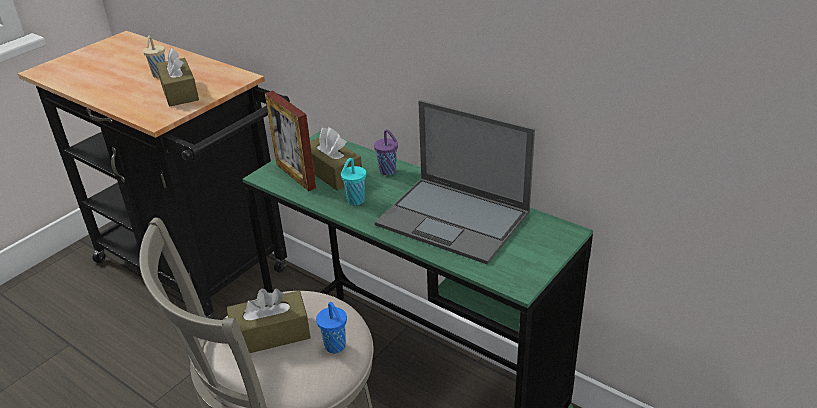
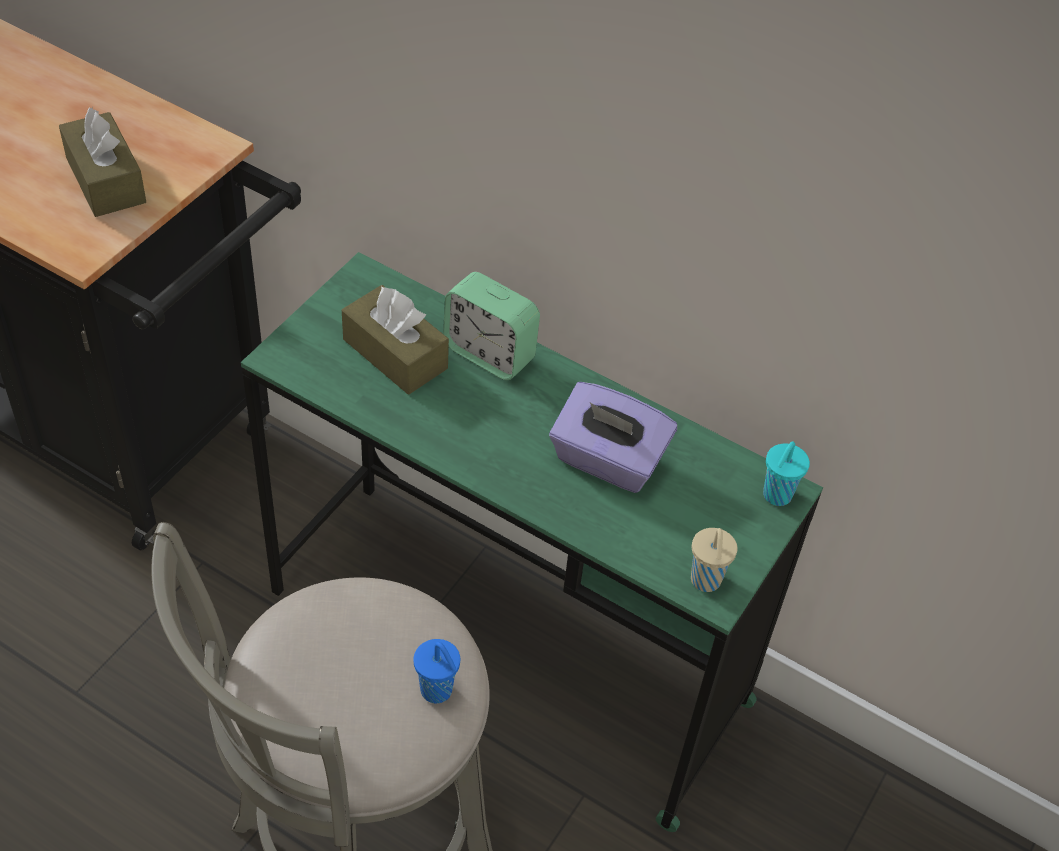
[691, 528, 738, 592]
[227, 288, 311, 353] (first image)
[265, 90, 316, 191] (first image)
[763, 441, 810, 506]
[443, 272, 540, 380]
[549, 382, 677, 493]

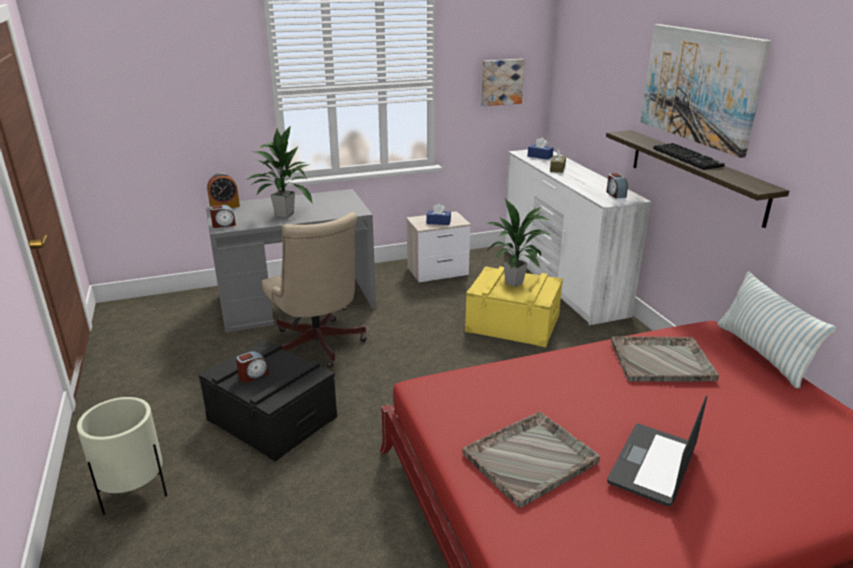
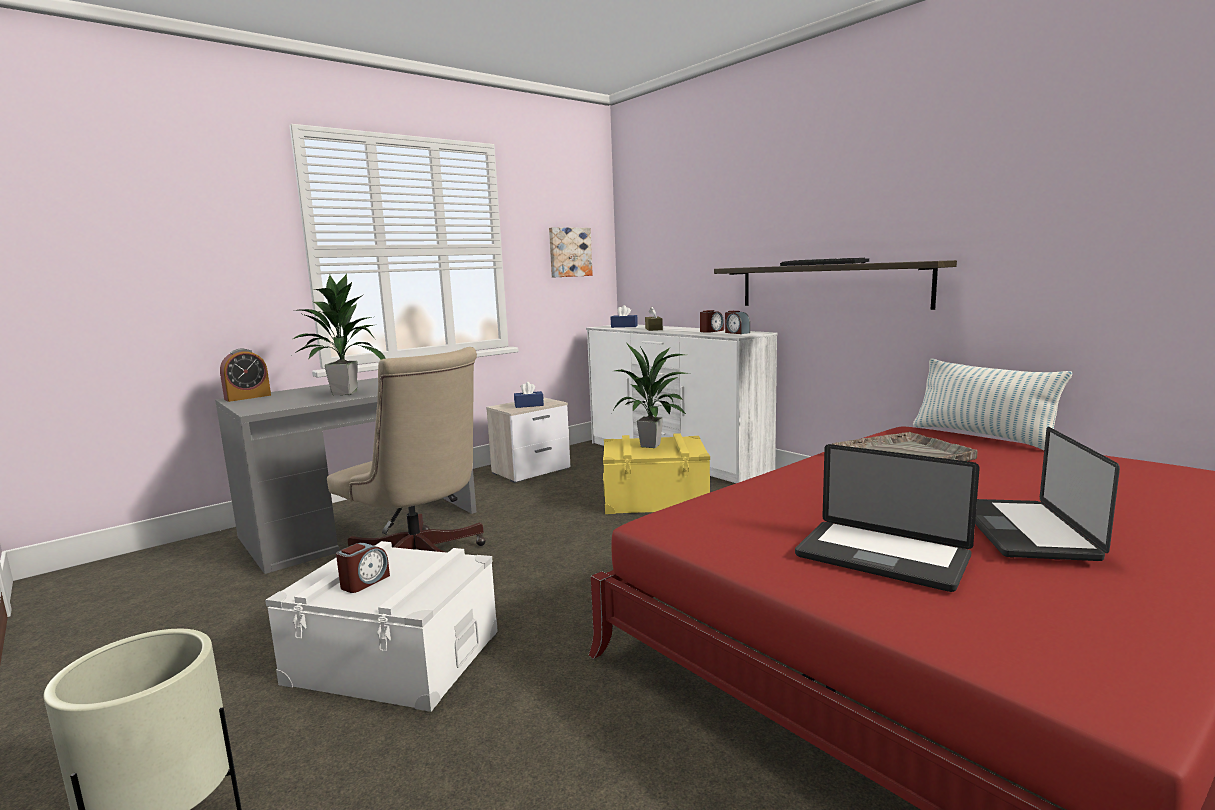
[265, 541, 498, 712]
[700, 310, 724, 333]
[795, 444, 980, 592]
[640, 24, 771, 158] (first image)

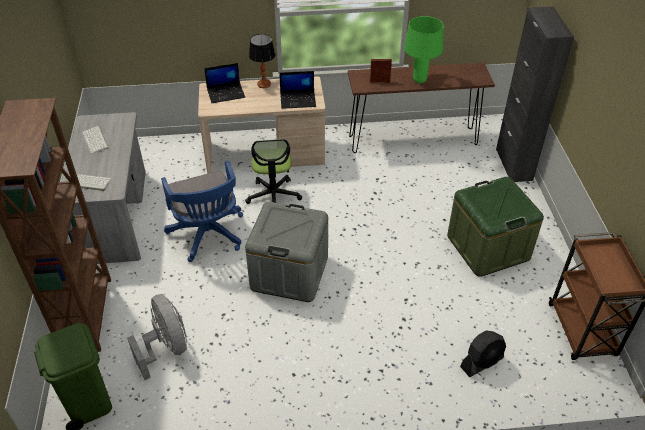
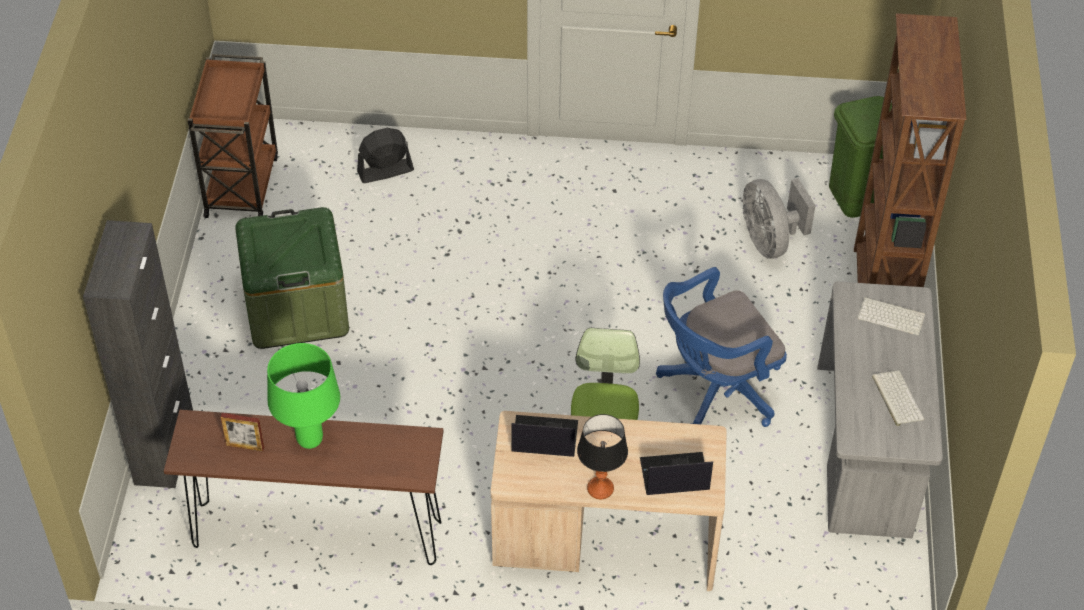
[656, 267, 787, 427]
[245, 202, 328, 302] (first image)
[220, 413, 264, 452]

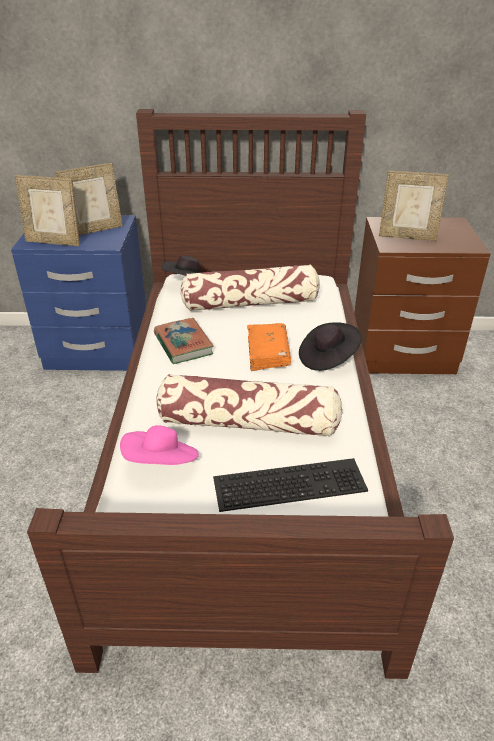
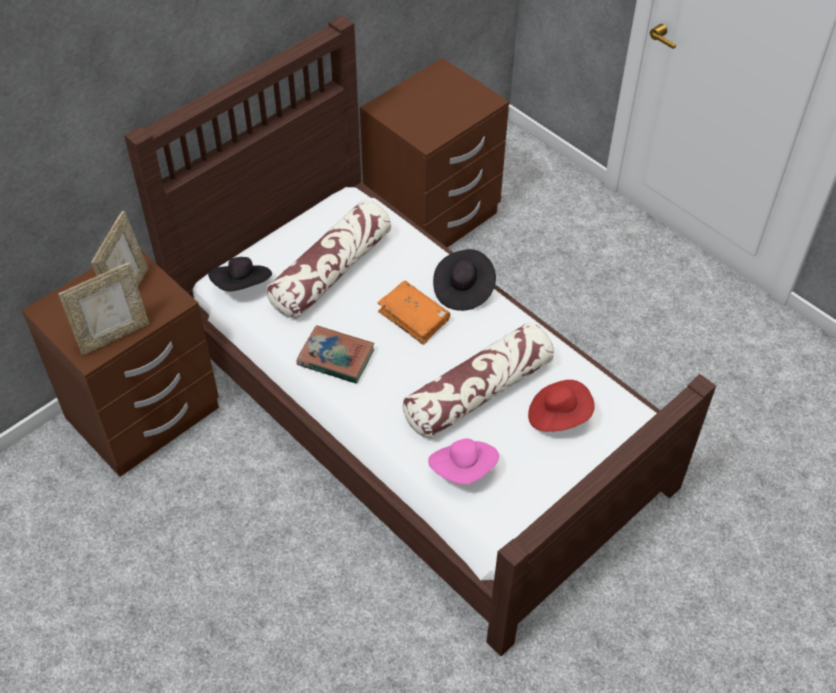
[22, 250, 219, 477]
[528, 380, 595, 432]
[379, 171, 449, 241] (first image)

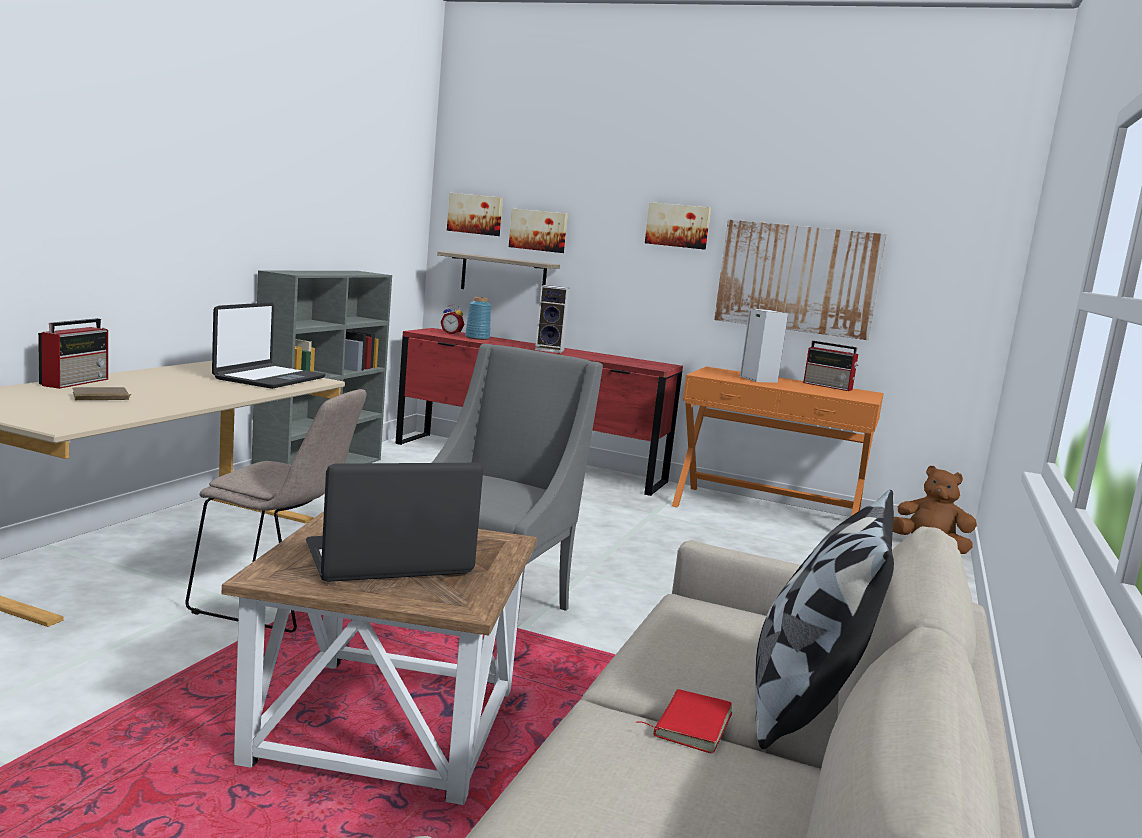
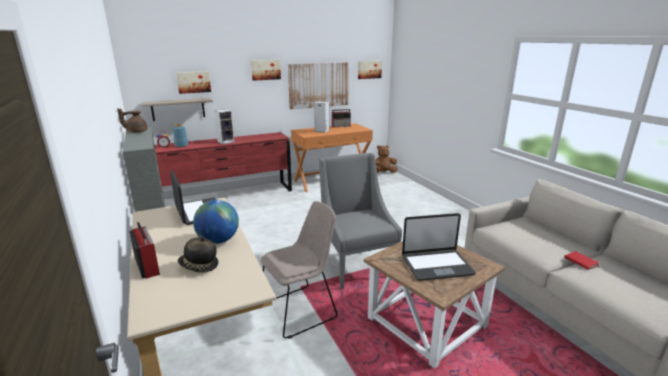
[178, 237, 218, 273]
[402, 213, 476, 281]
[358, 61, 382, 79]
[755, 490, 894, 749] (first image)
[117, 108, 147, 133]
[193, 200, 239, 244]

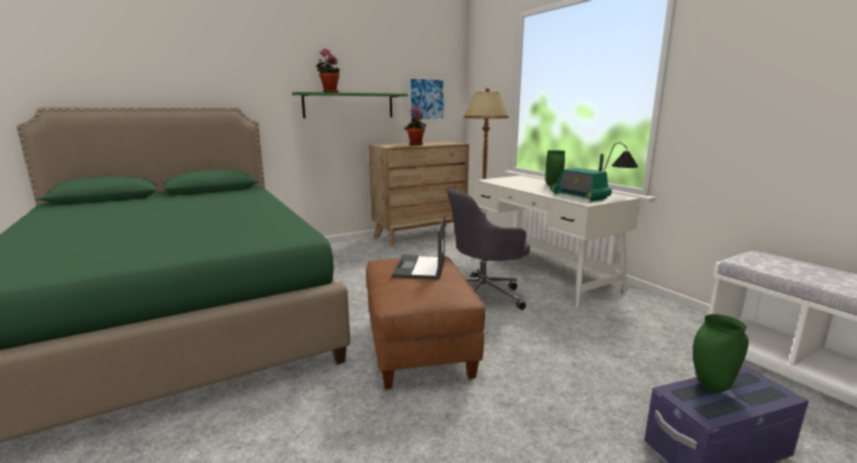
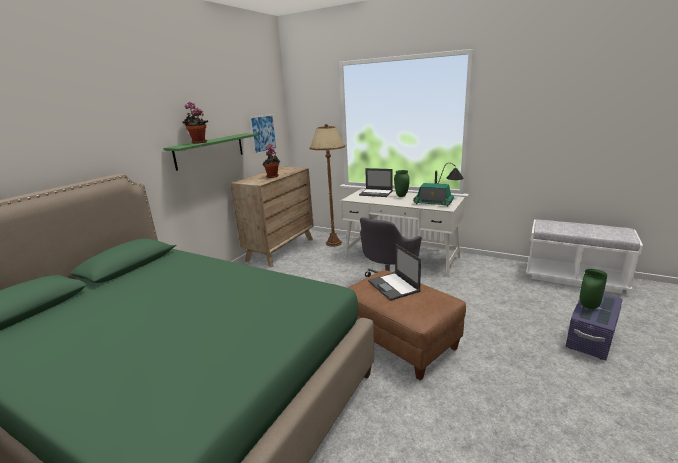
[359, 168, 393, 197]

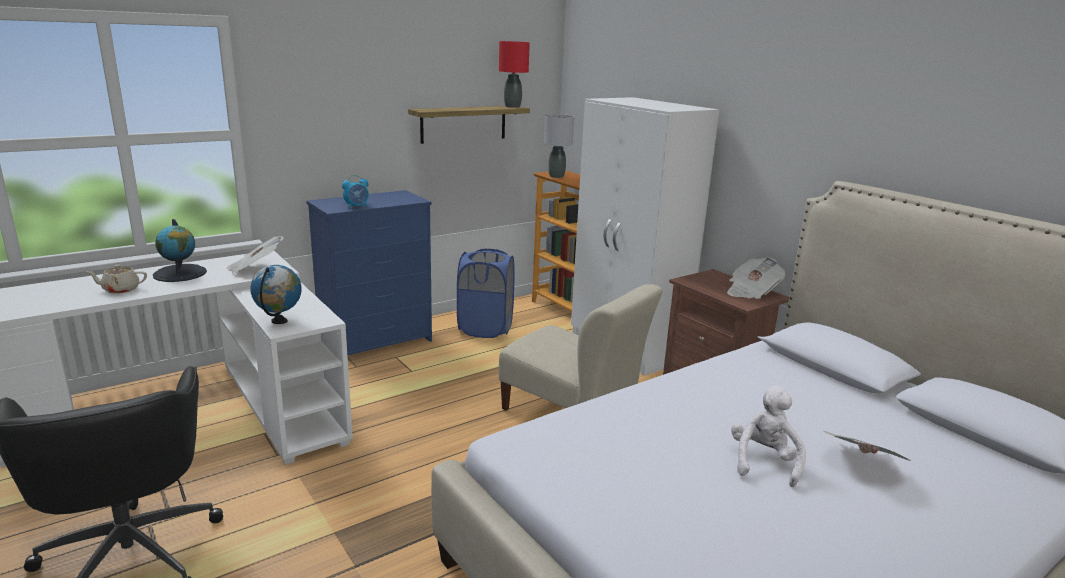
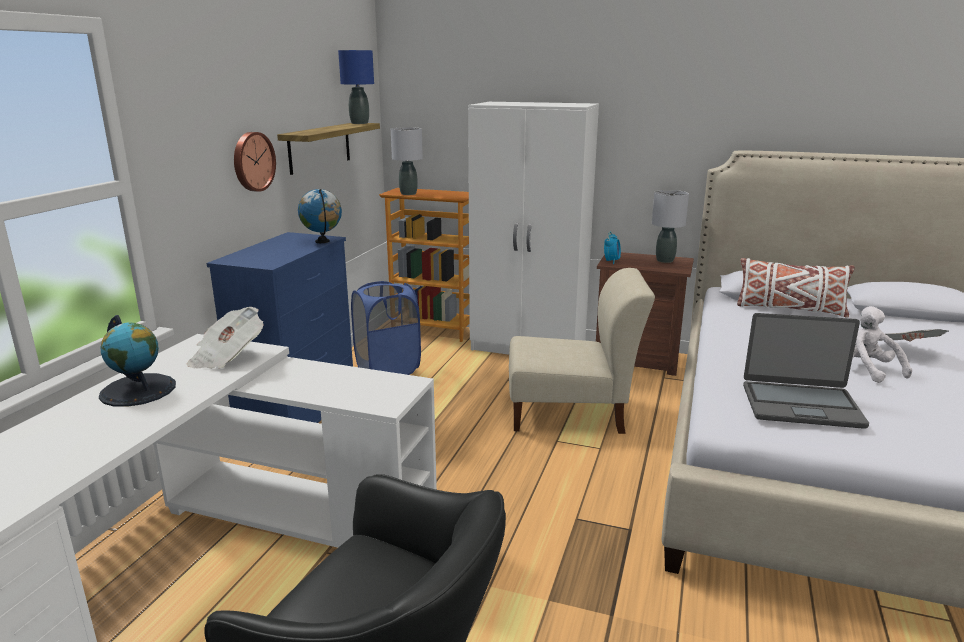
[86, 264, 147, 294] (first image)
[298, 189, 342, 243]
[604, 232, 621, 264]
[338, 50, 374, 124]
[652, 190, 689, 263]
[234, 132, 276, 192]
[737, 258, 854, 317]
[743, 313, 869, 429]

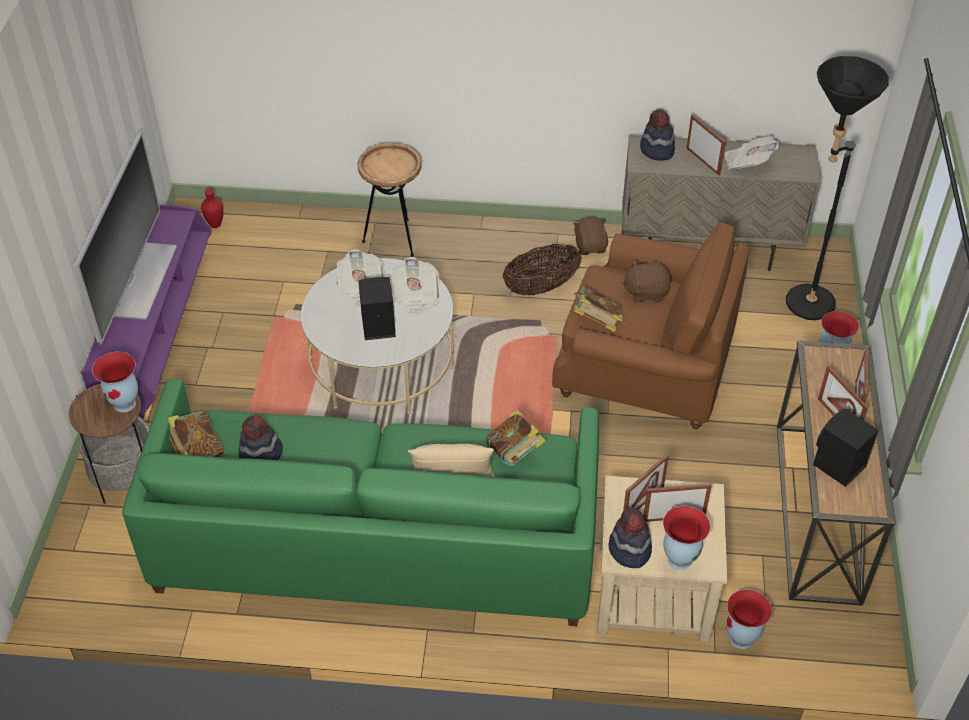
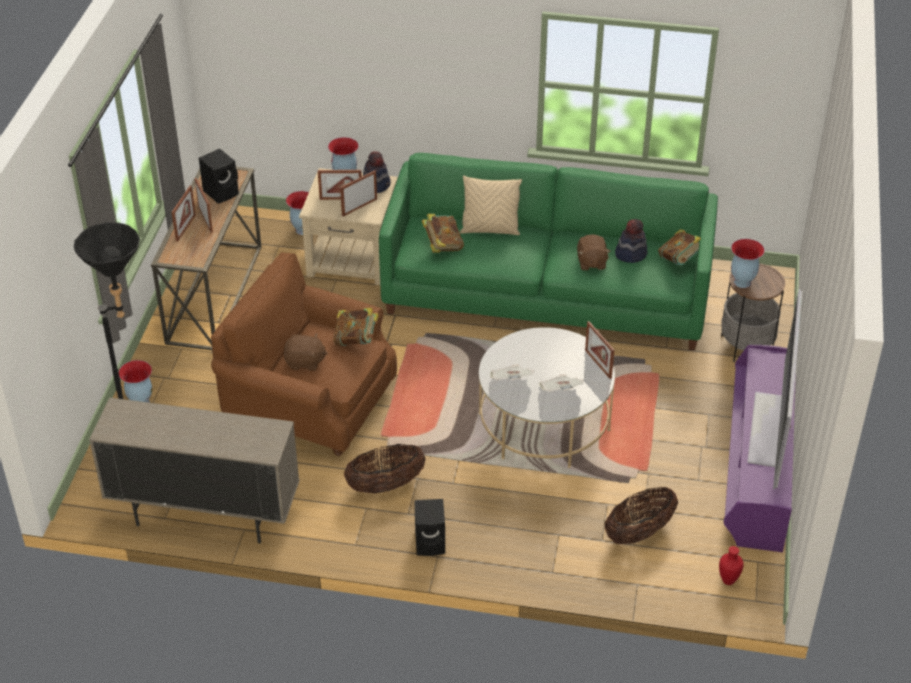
[358, 143, 421, 257] (first image)
[414, 499, 445, 556]
[577, 234, 610, 270]
[640, 109, 675, 161] (first image)
[585, 321, 614, 379]
[724, 136, 779, 170] (first image)
[604, 487, 678, 544]

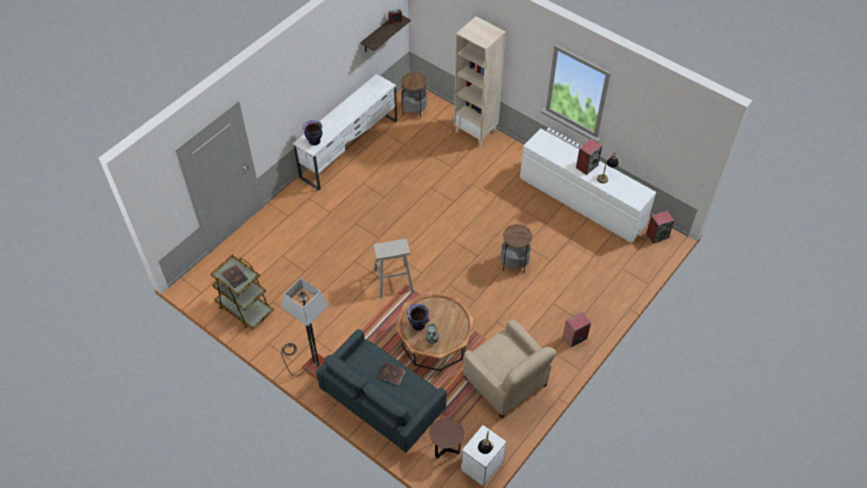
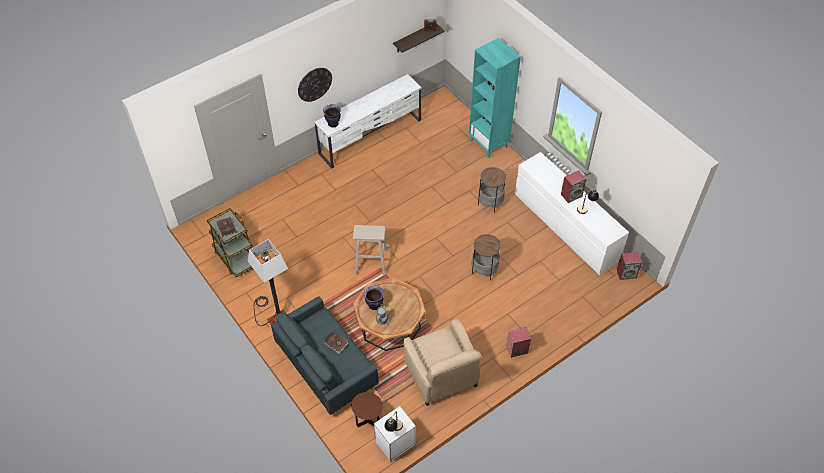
[478, 167, 506, 213]
[469, 38, 521, 158]
[298, 68, 332, 102]

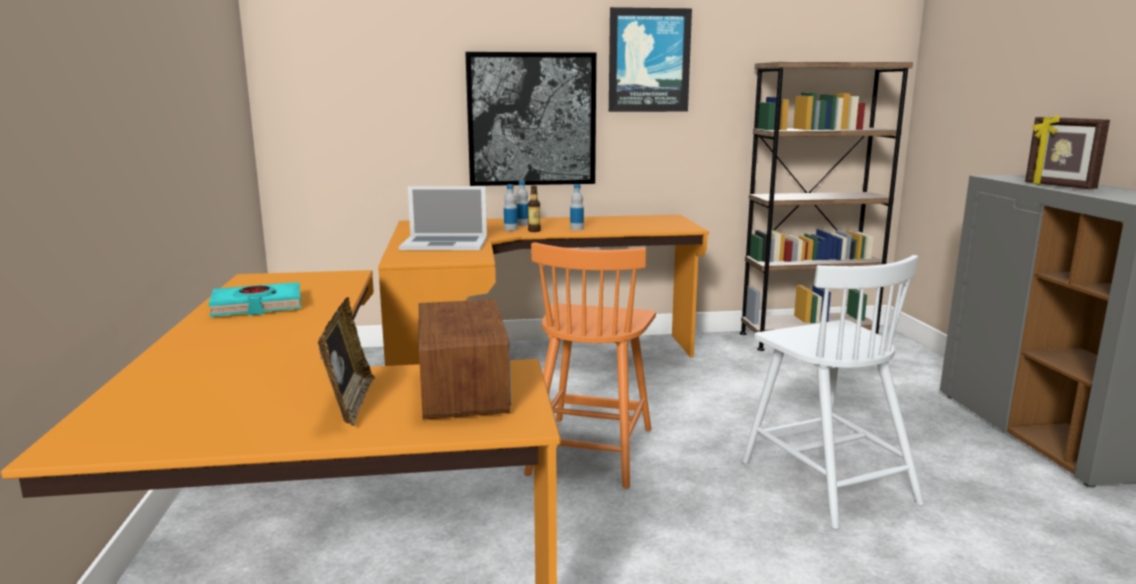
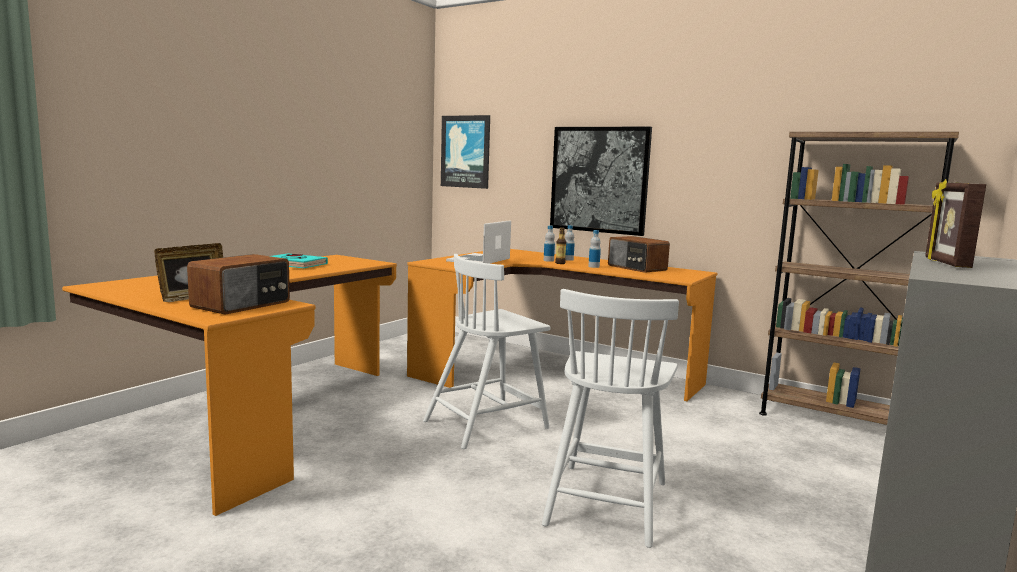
[446, 220, 511, 264]
[423, 254, 550, 449]
[441, 115, 490, 189]
[608, 236, 670, 273]

